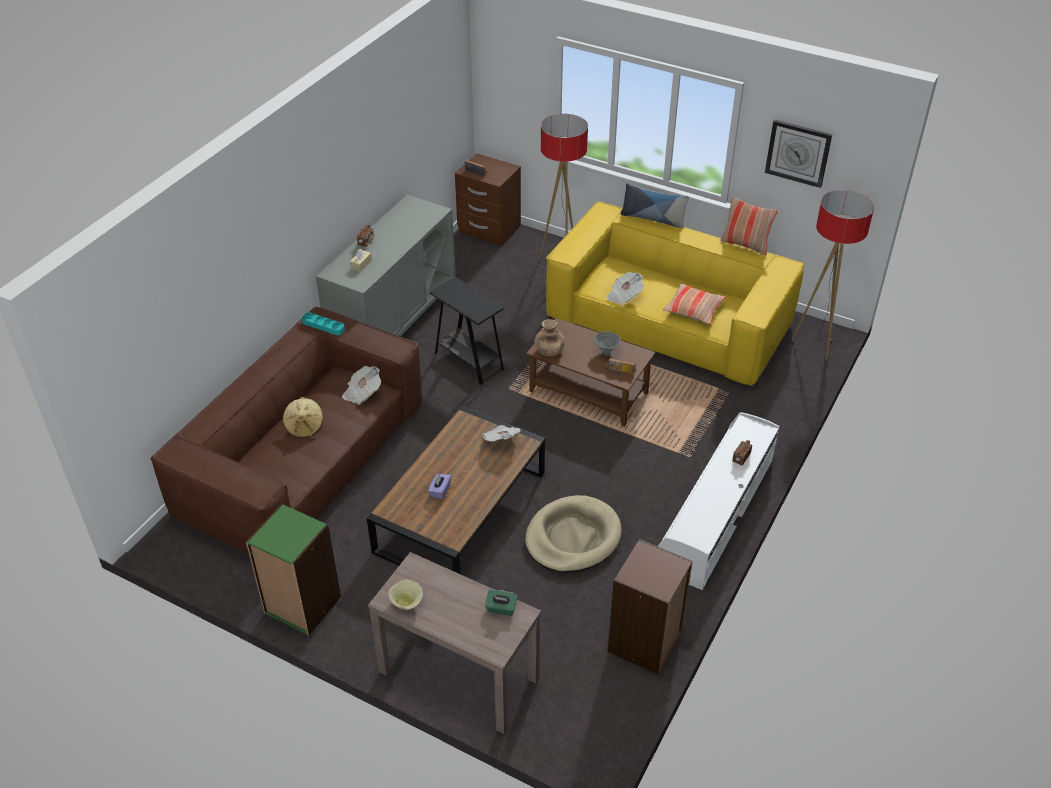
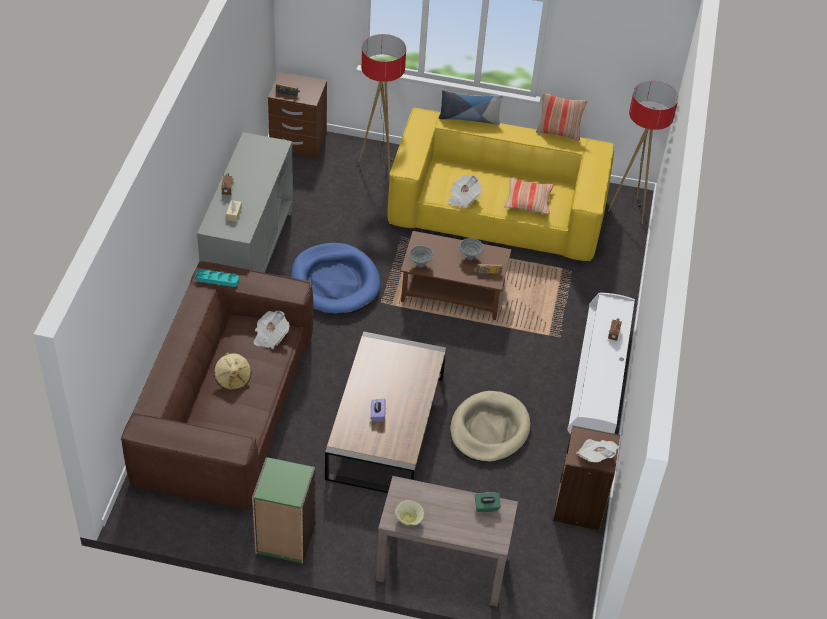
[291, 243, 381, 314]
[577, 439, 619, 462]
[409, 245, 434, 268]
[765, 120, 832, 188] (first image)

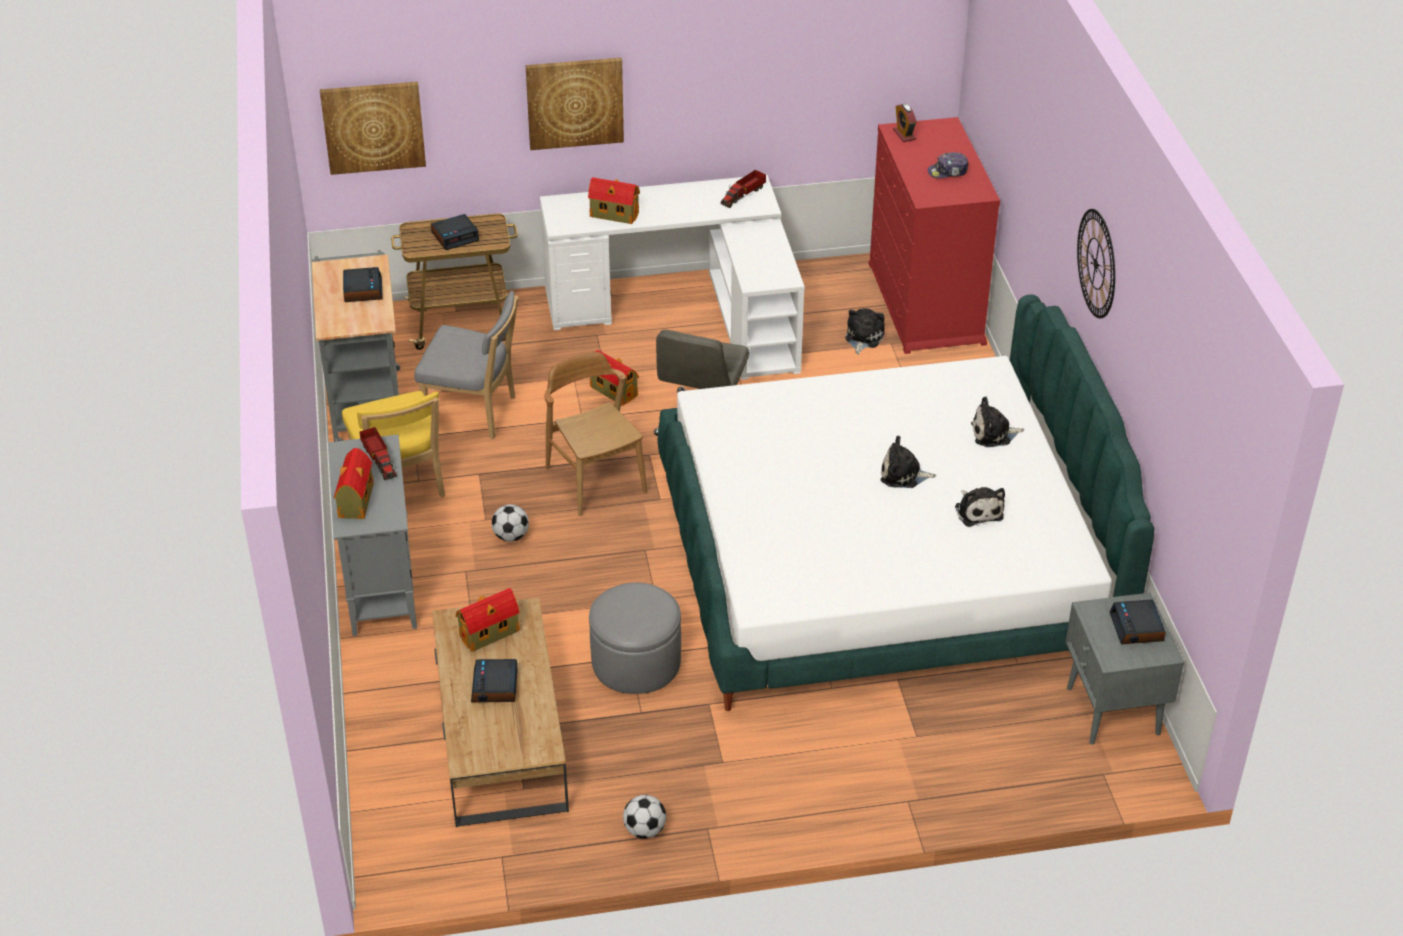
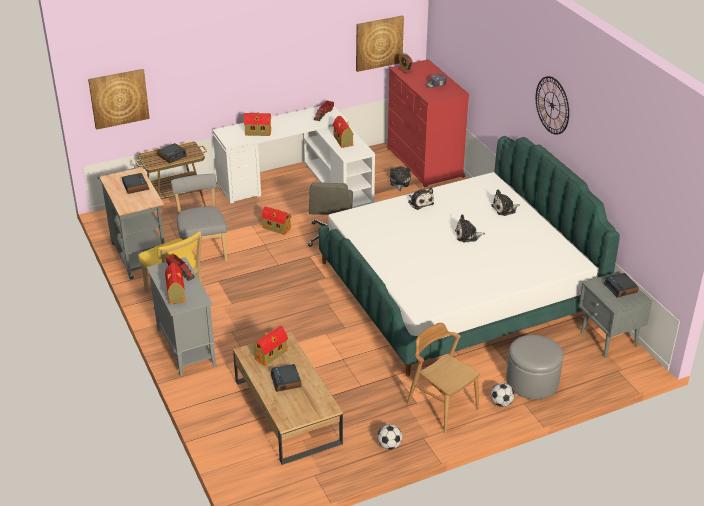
[171, 174, 228, 262]
[491, 383, 515, 407]
[356, 16, 404, 72]
[407, 323, 480, 433]
[506, 335, 563, 399]
[408, 188, 434, 210]
[333, 116, 354, 148]

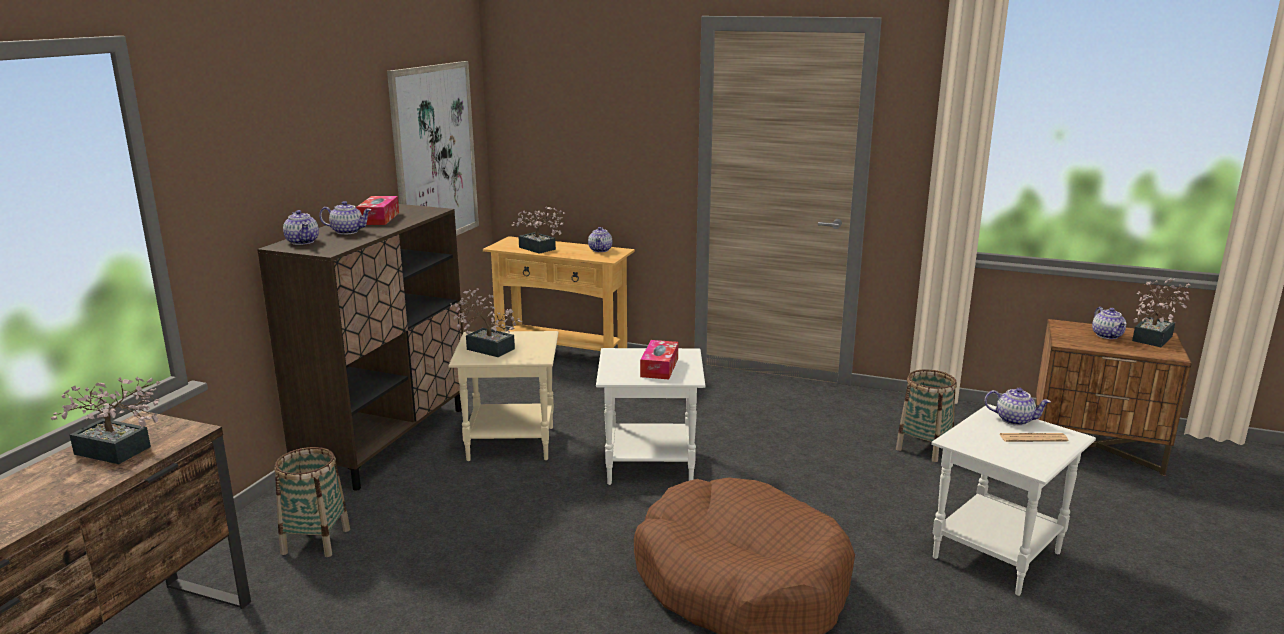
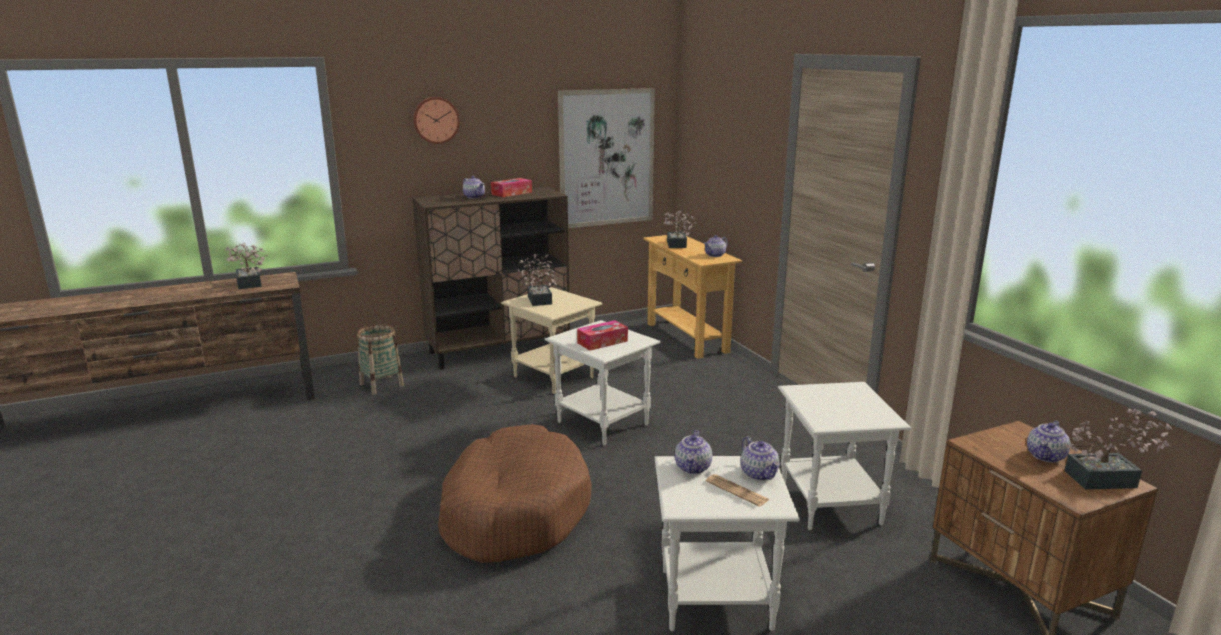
[675, 430, 712, 474]
[778, 382, 911, 530]
[413, 97, 460, 144]

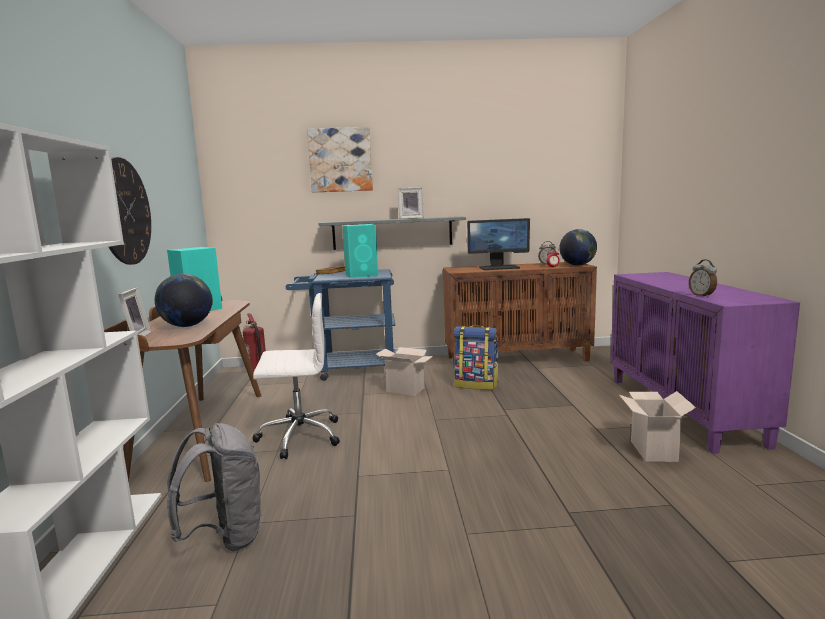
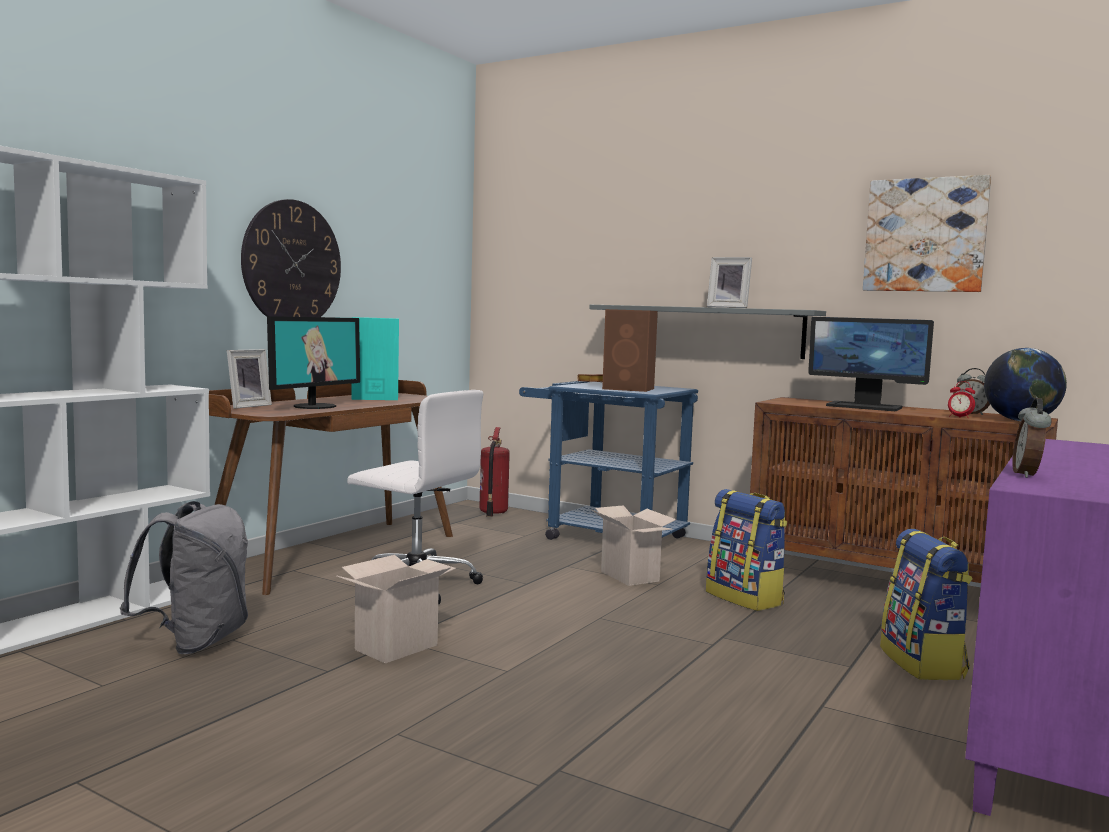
[267, 316, 360, 409]
[863, 175, 991, 292]
[602, 309, 658, 392]
[336, 555, 456, 663]
[880, 529, 972, 680]

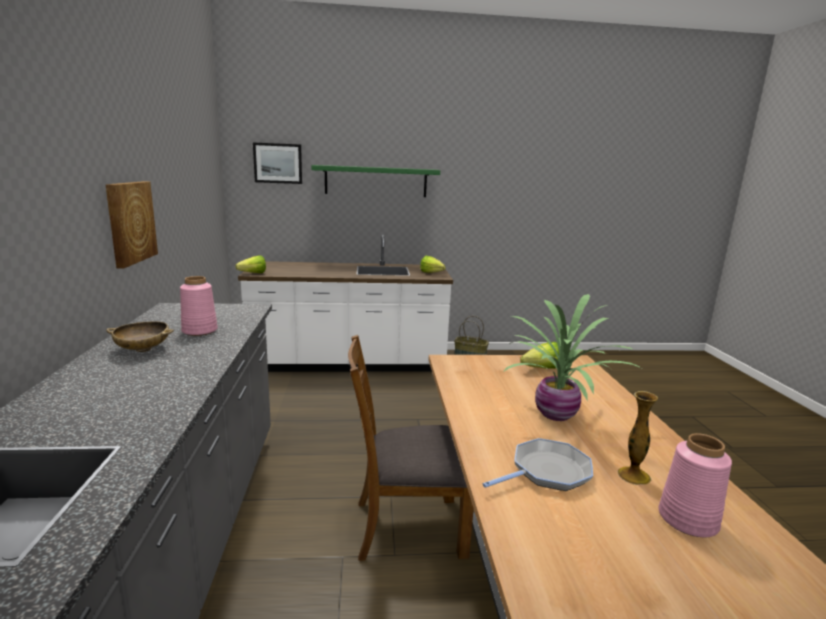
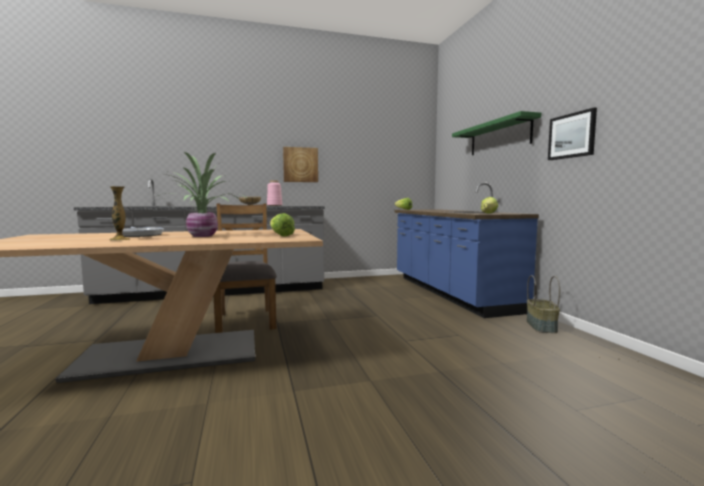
[394, 183, 539, 318]
[548, 108, 597, 160]
[659, 433, 732, 537] (first image)

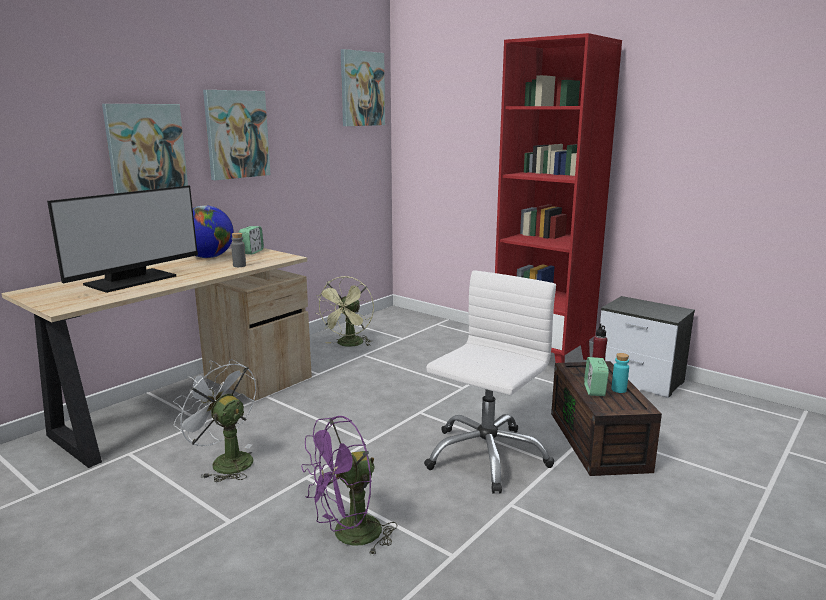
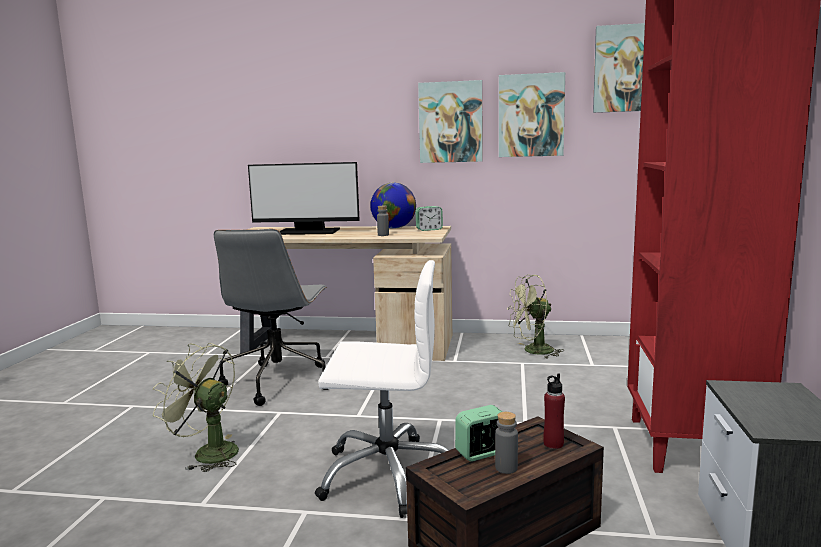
[499, 72, 565, 157]
[214, 229, 328, 406]
[153, 343, 239, 472]
[495, 412, 518, 474]

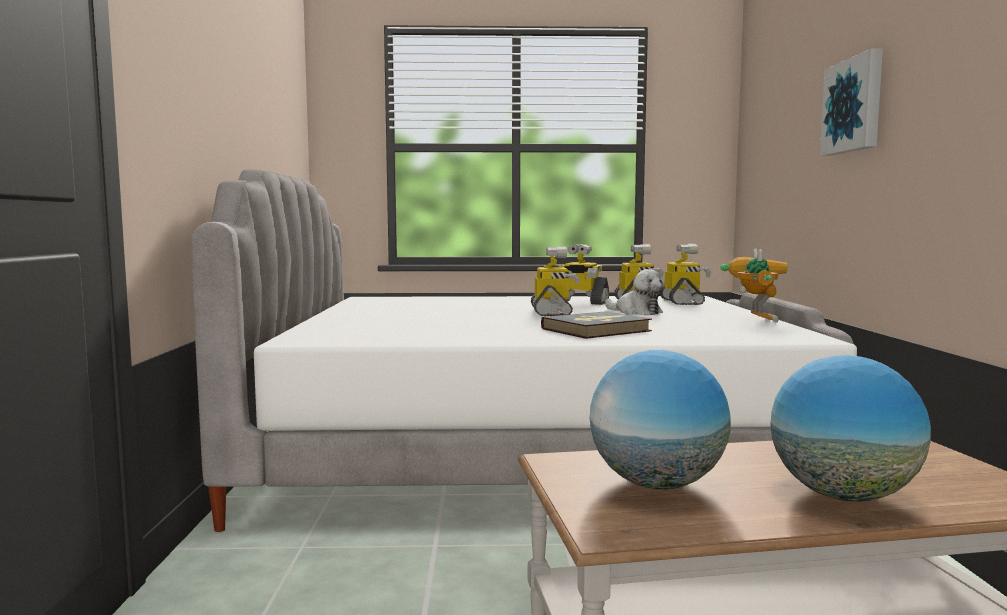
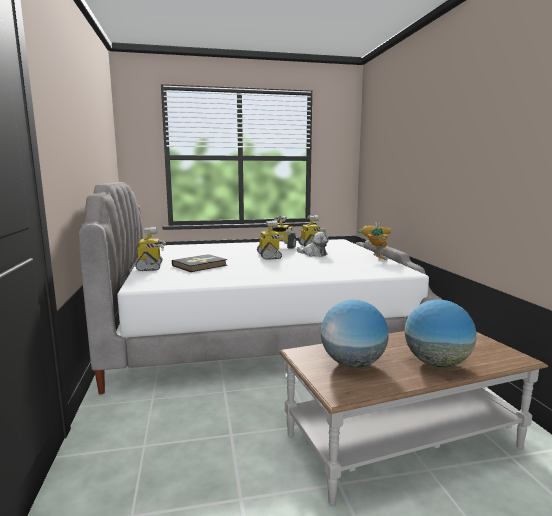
[172, 254, 227, 272]
[135, 227, 166, 271]
[820, 48, 883, 156] (first image)

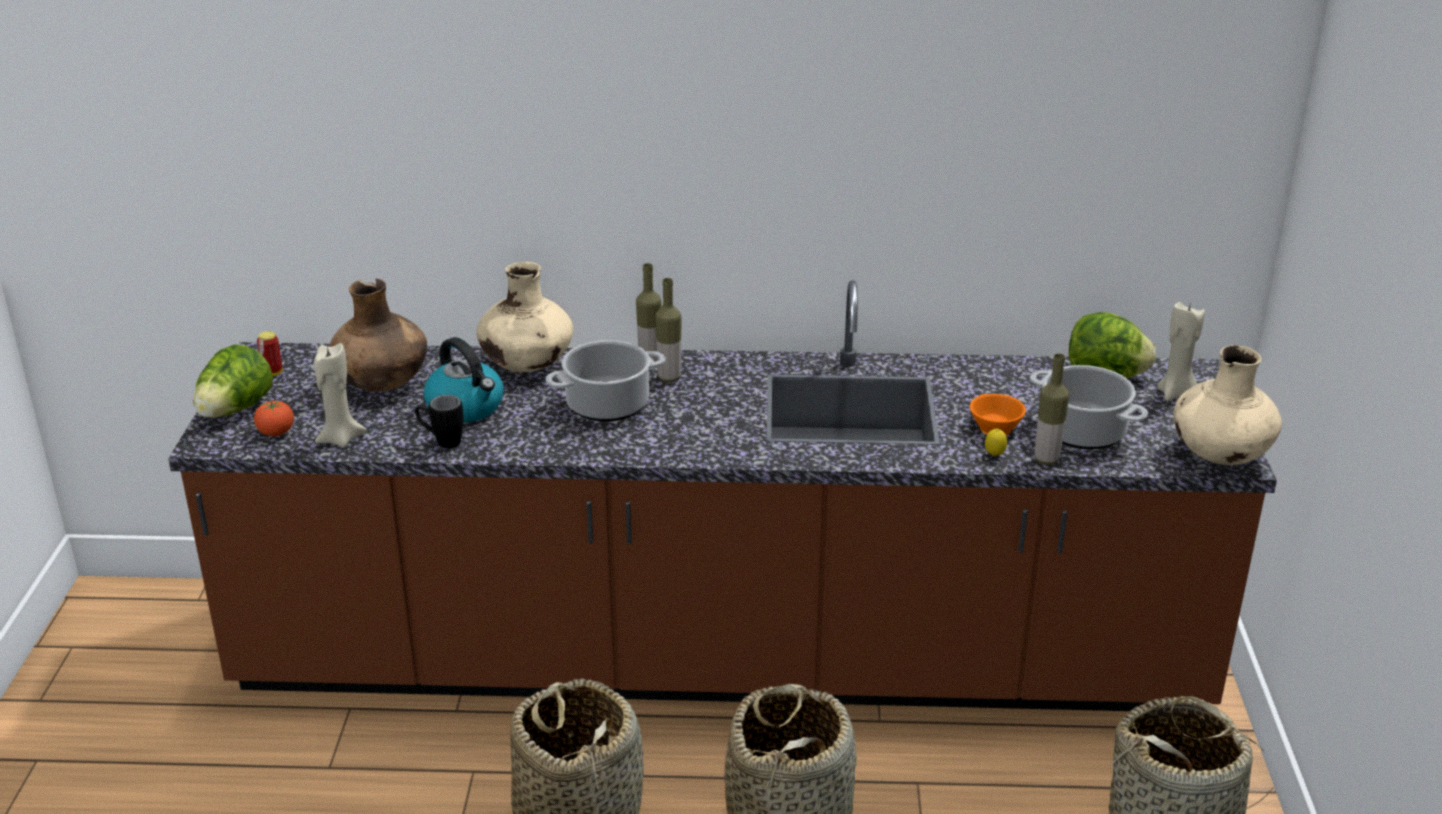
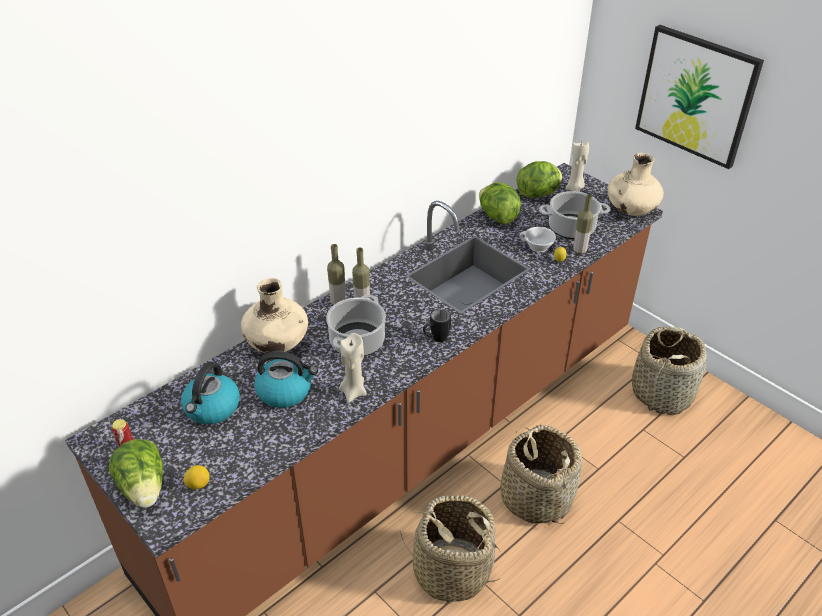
[184, 465, 210, 489]
[339, 333, 367, 403]
[181, 362, 240, 424]
[423, 309, 451, 342]
[520, 227, 556, 252]
[479, 182, 521, 224]
[635, 25, 764, 169]

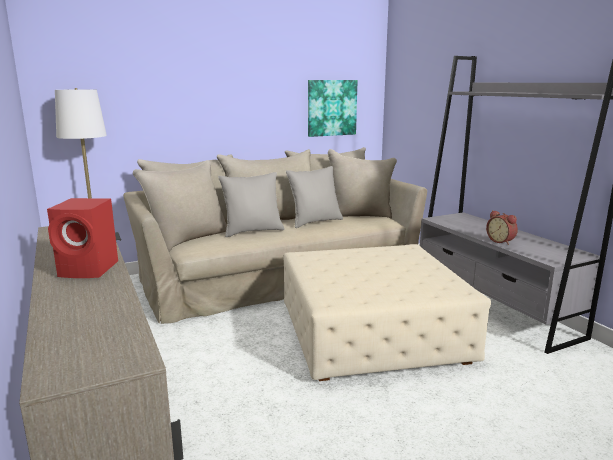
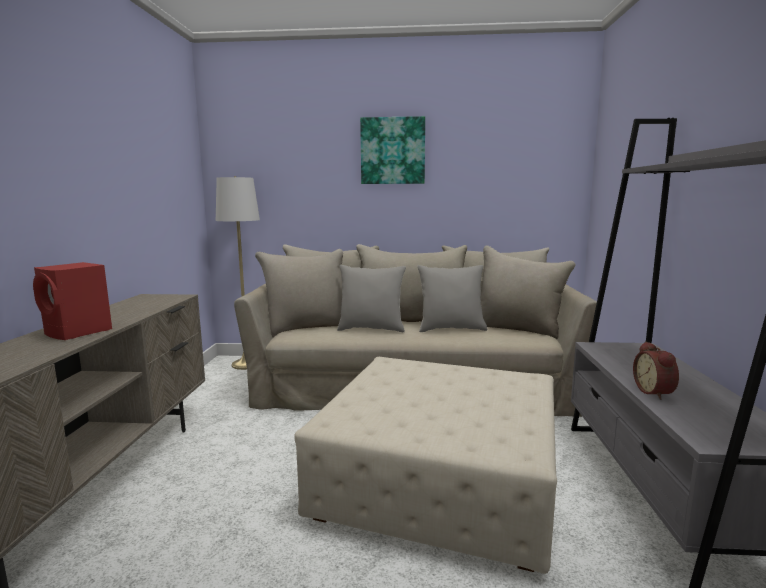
[360, 116, 425, 184]

